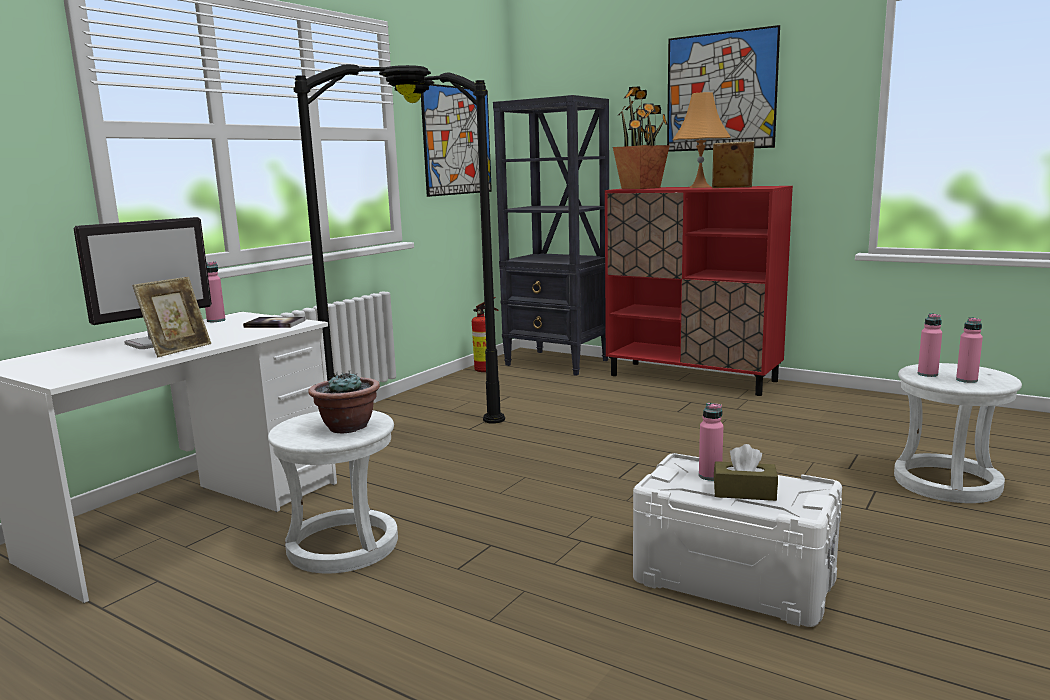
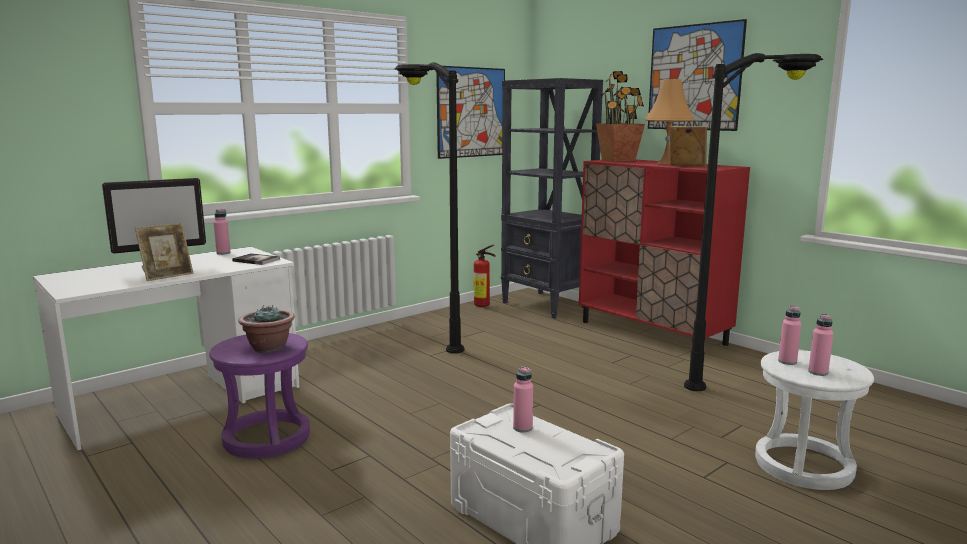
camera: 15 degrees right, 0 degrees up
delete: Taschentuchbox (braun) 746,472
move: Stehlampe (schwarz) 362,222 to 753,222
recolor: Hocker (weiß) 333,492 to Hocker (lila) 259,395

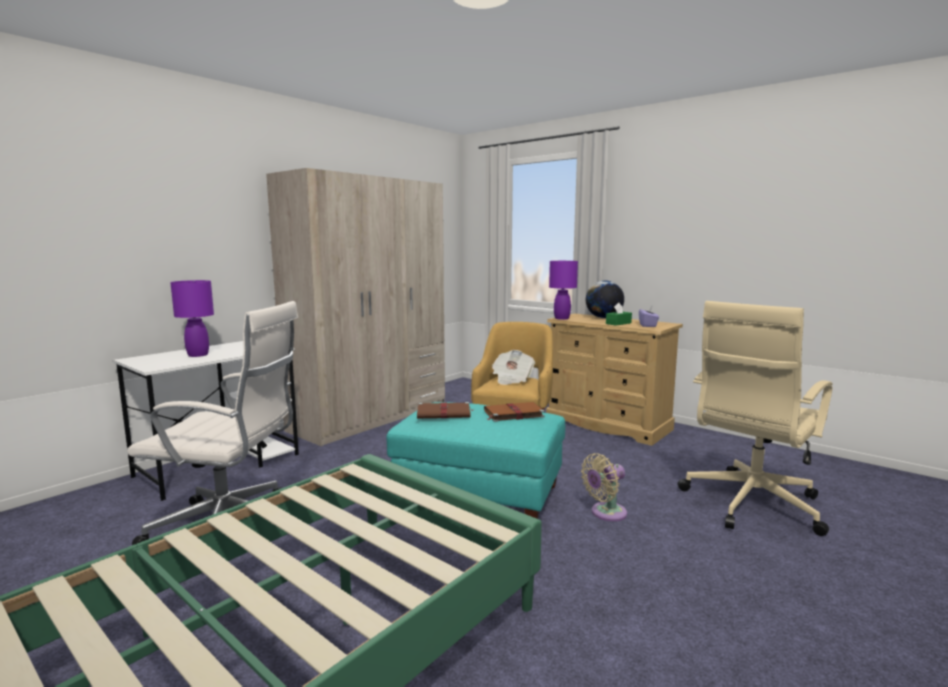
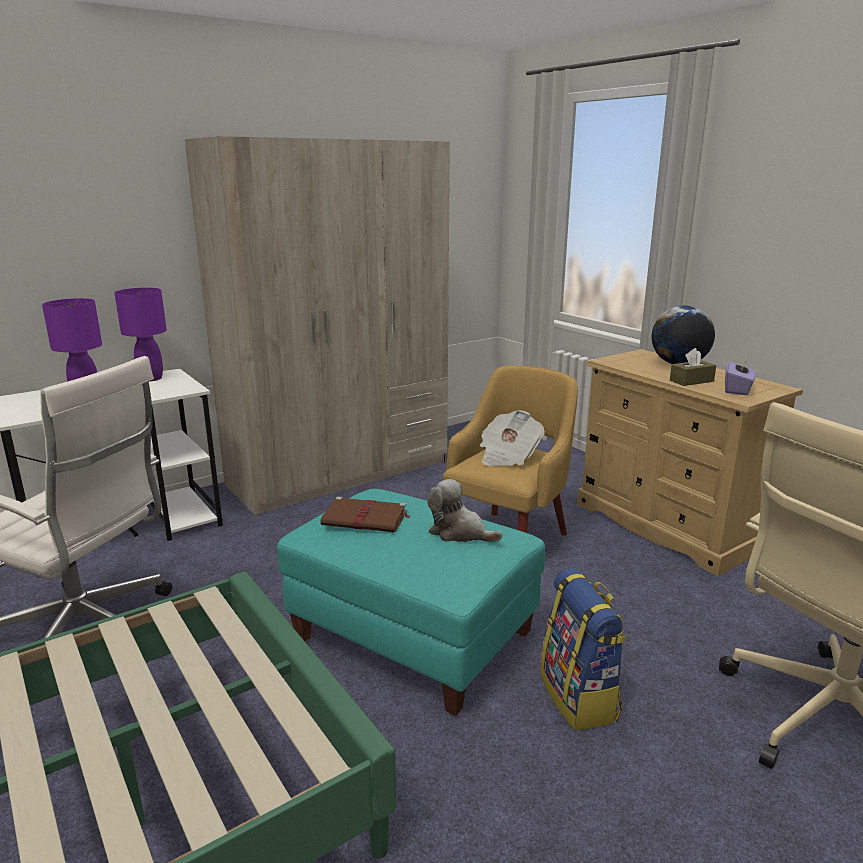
camera: 15 degrees right, 10 degrees up
move: Tischlampe (lila) 563,290 to 140,335
replace: Buch (braun) 514,412 to Plüschtier 464,510; Ventilator (beige) 604,487 to Rucksack 583,649
recolor: Taschentuchbox (grün) 619,314 to Taschentuchbox (braun) 693,367

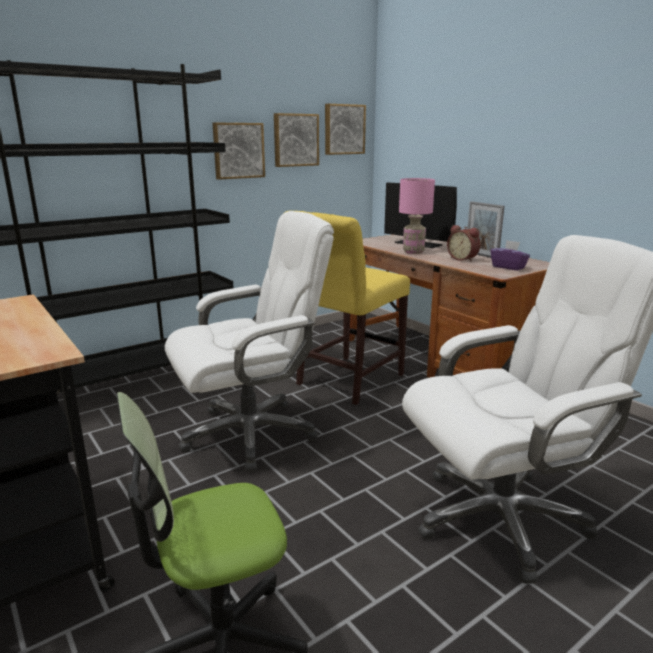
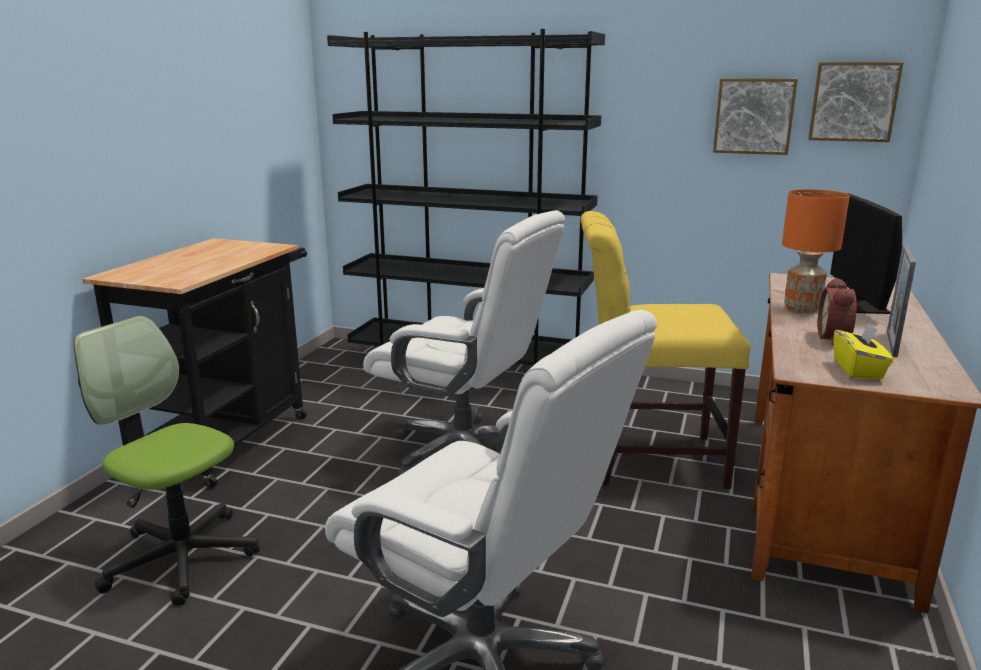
camera: 55 degrees right, 0 degrees up
delete: Bild 238,151
recolor: Tischlampe (rosa) 417,216 to Tischlampe (orange) 816,251; Taschentuchbox (lila) 510,255 to Taschentuchbox (gelb) 864,351

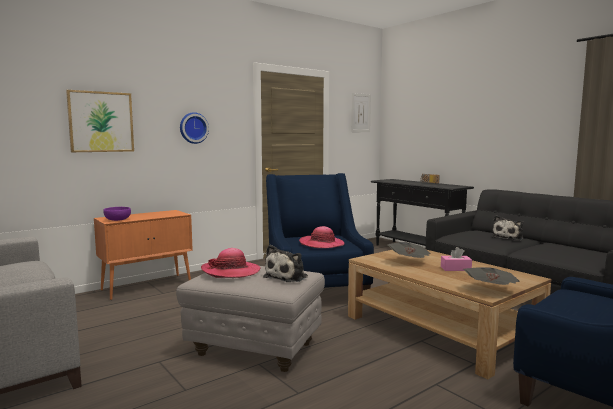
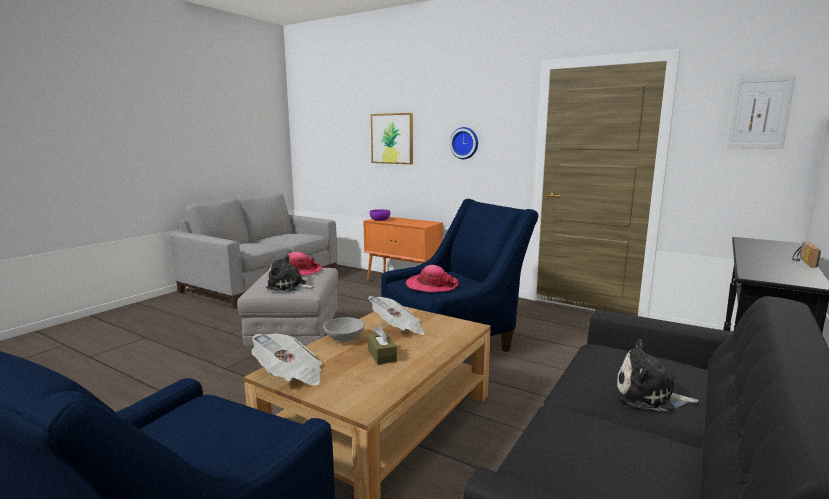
camera: 70 degrees right, 5 degrees up
insert: Schüssel (grau) 344,329
recolor: Taschentuchbox (rosa) 456,259 to Taschentuchbox (braun) 382,345

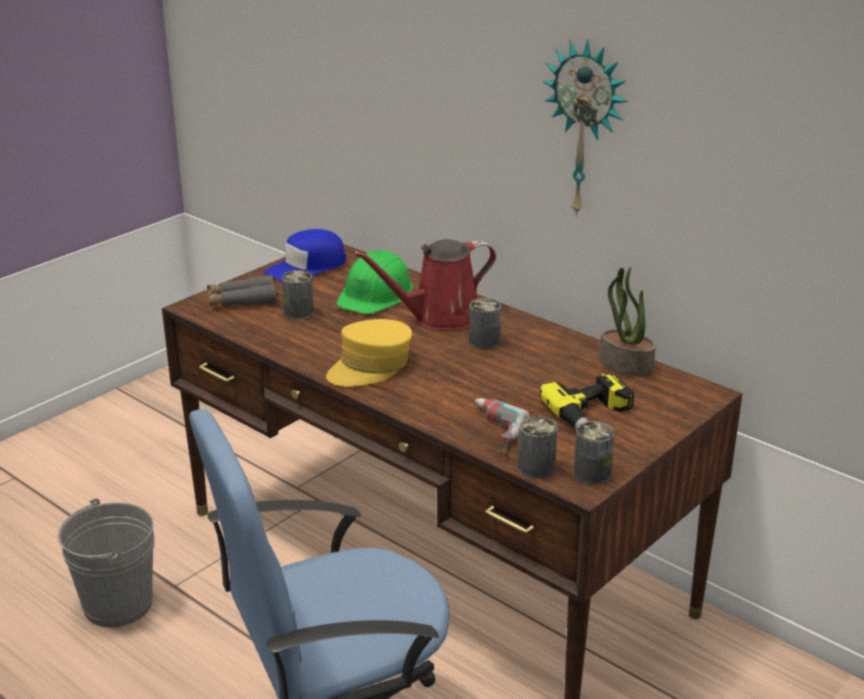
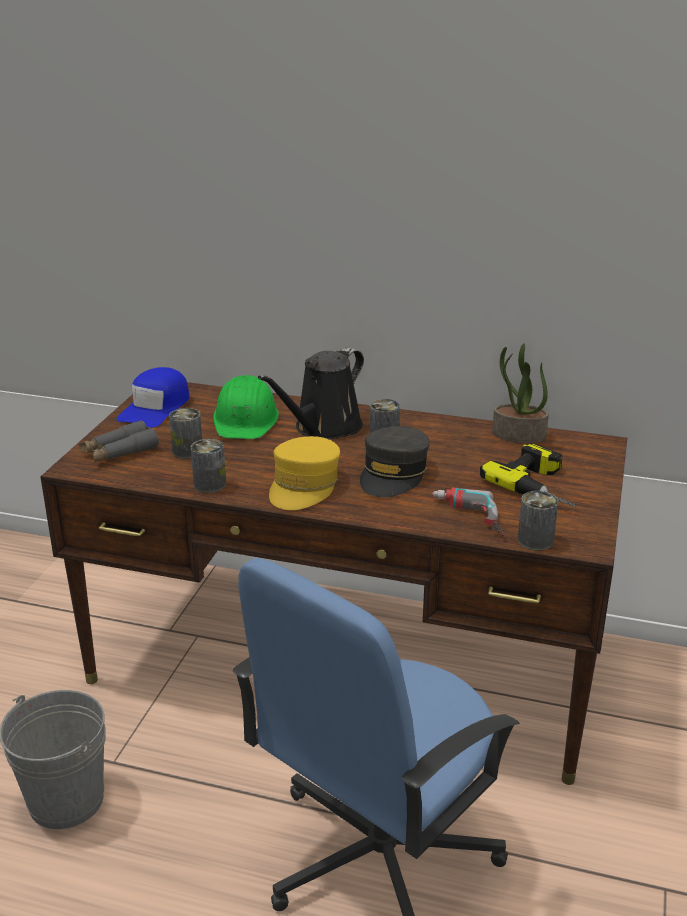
camera: 25 degrees left, 0 degrees up
delete: Wanduhr 585,128
insert: Kappe (grau) 395,461
move: Dose 594,452 to 208,466
recolor: Gießkanne (rot) 424,284 to Gießkanne (schwarz) 311,394

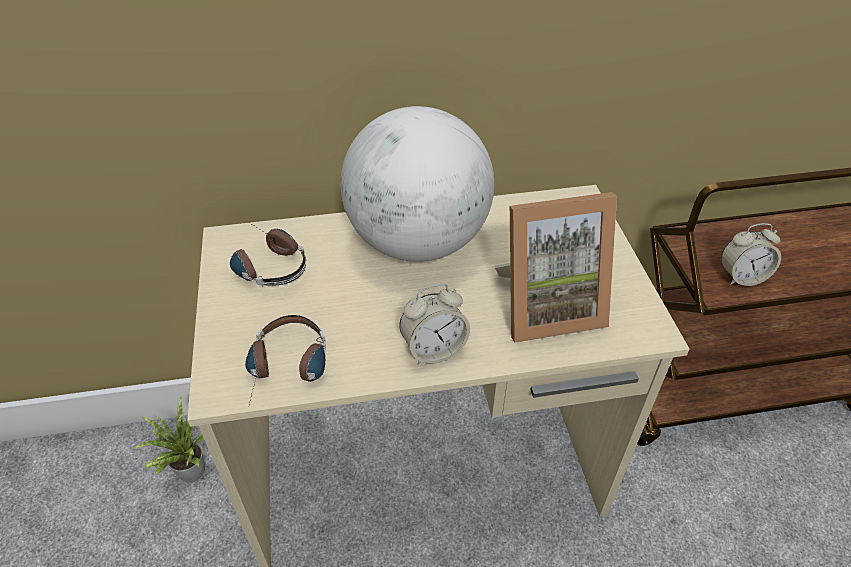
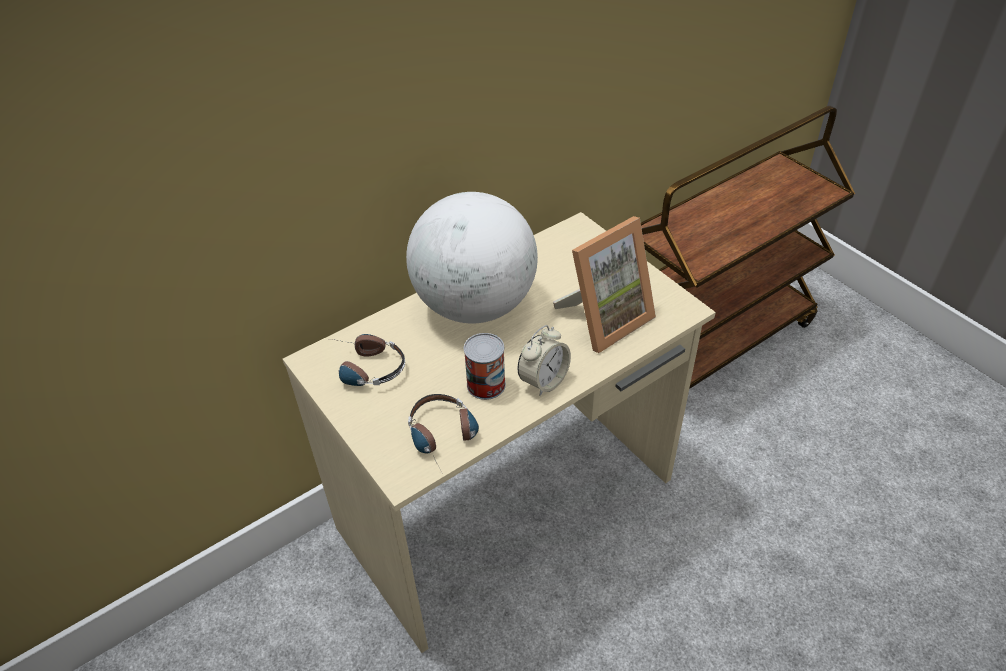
camera: 25 degrees left, 0 degrees up
delete: Topfpflanze 168,439; Wecker 751,254
insert: Dose 485,366

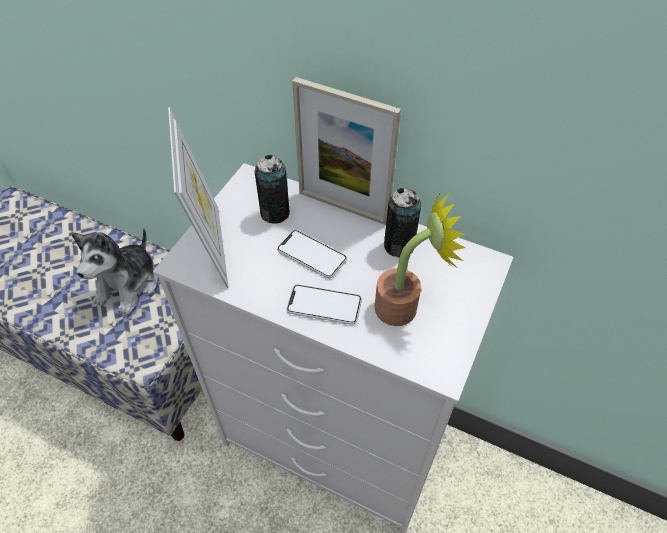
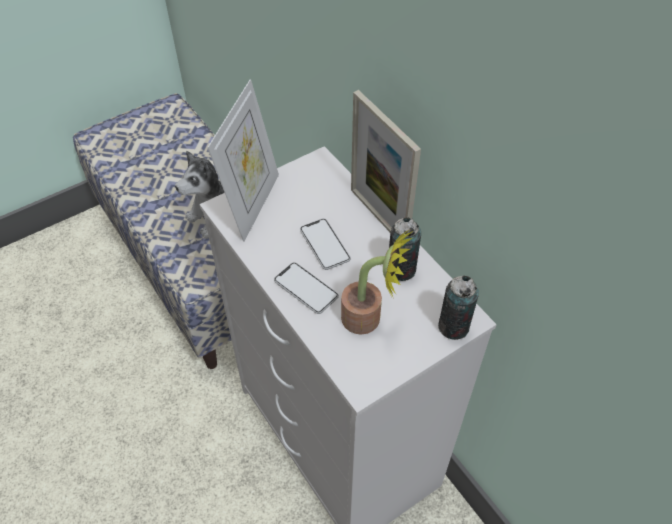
camera: 30 degrees right, 0 degrees up
move: Dose 272,189 to 458,308

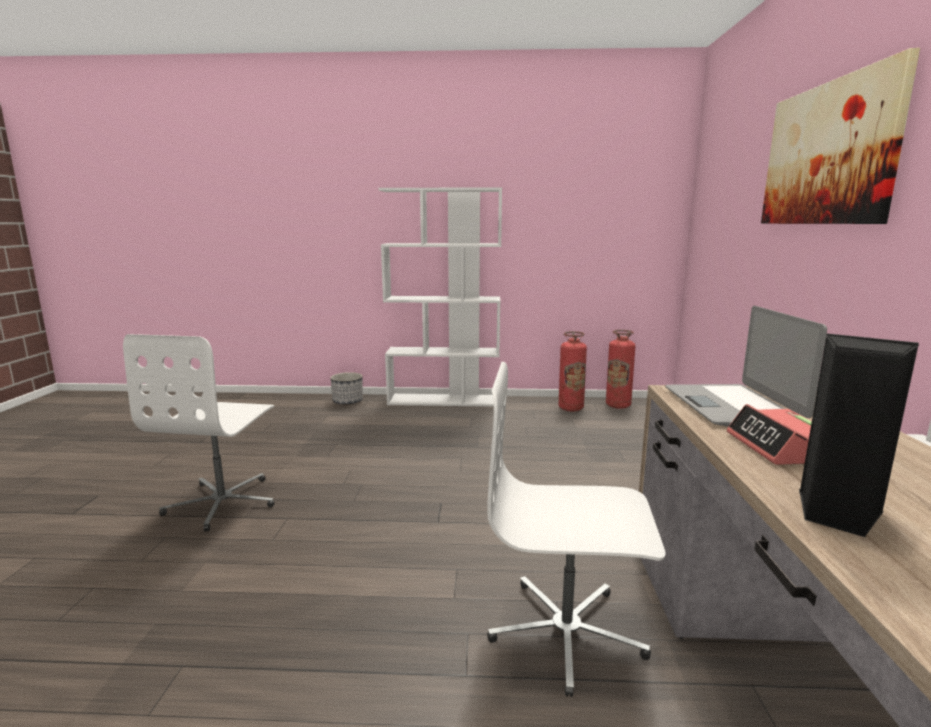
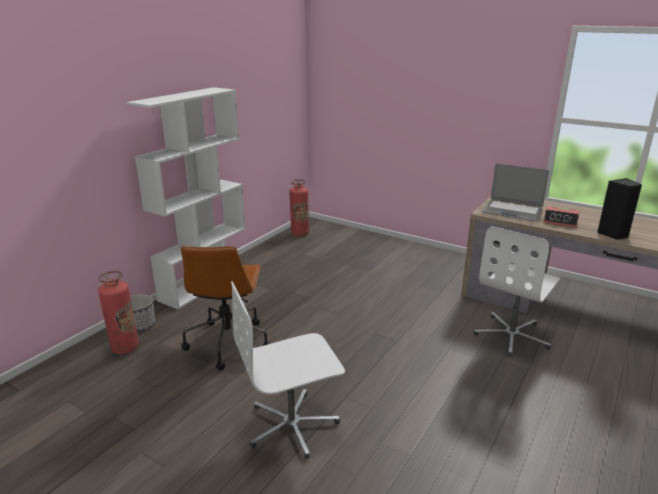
camera: 60 degrees left, 10 degrees up
delete: Bild 840,136
insert: Bürostuhl (braun) 225,308
move: Feuerlöscher 573,371 to 118,312
rotate: Bürostuhl (weiß) 198,433 = 288,370 120 degrees clockwise

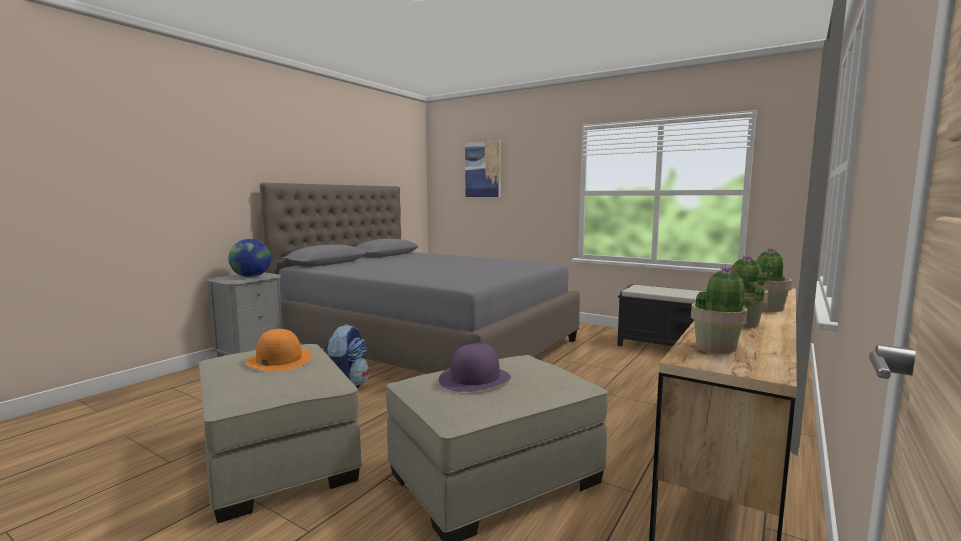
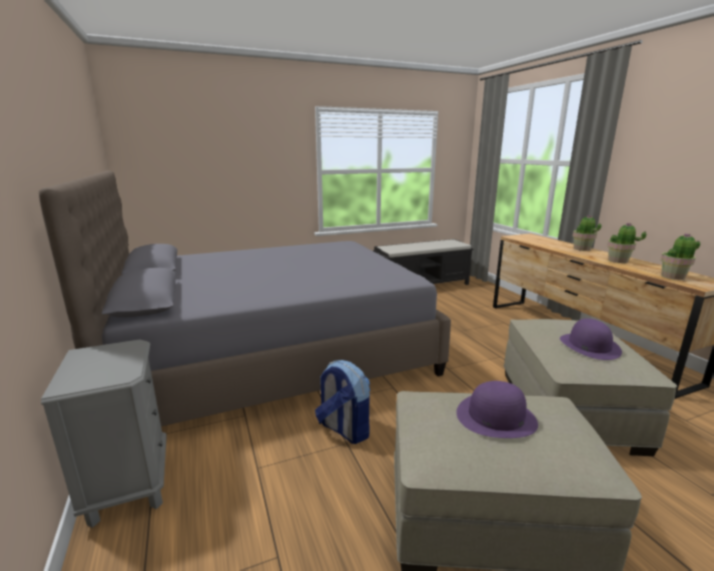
camera: 55 degrees left, 10 degrees up
delete: Globus 250,258; Bild 483,168
recolor: Hut (orange) 278,350 to Hut (lila) 497,409

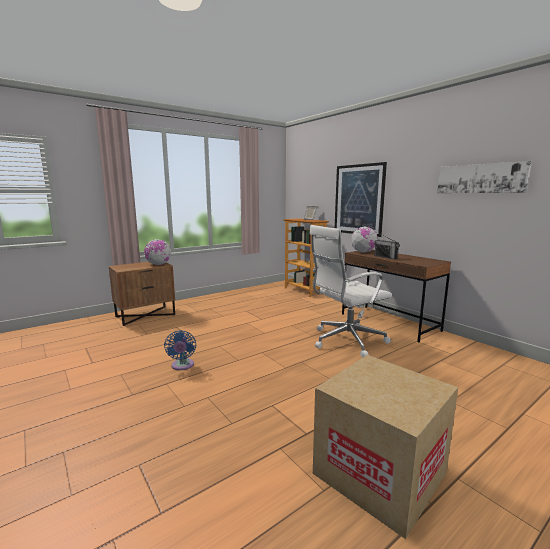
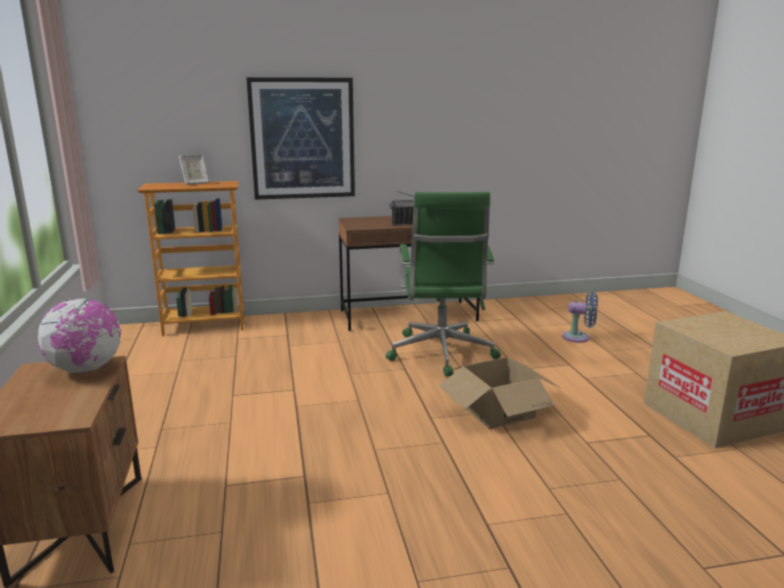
camera: 65 degrees left, 5 degrees up
delete: Globus 364,239; Bild 484,177
insert: Karton 499,393
move: Ventilator (blau) 180,350 to 580,317
recolor: Bürostuhl (weiß) 350,291 to Bürostuhl (grün) 443,284

